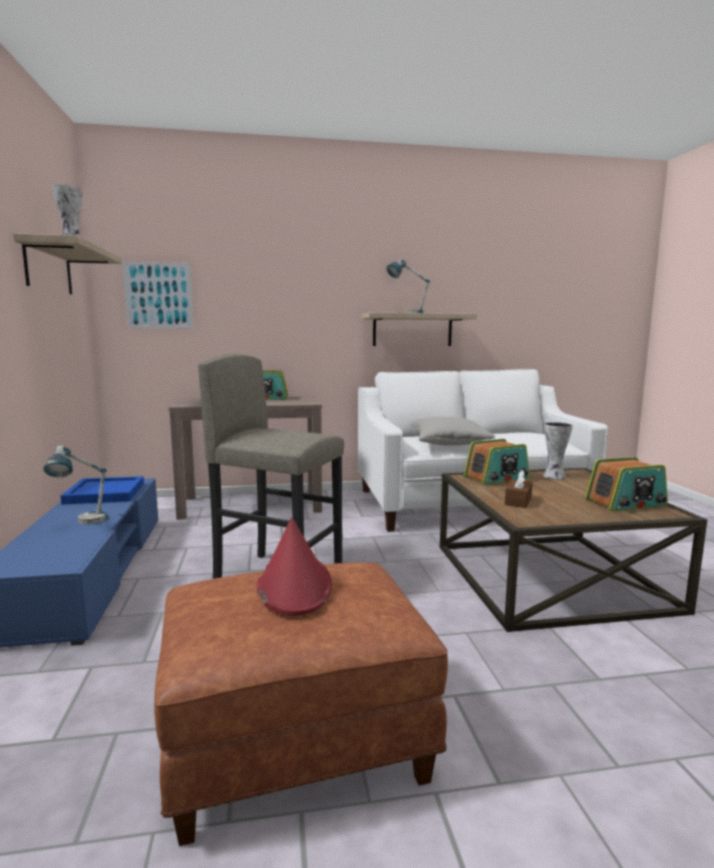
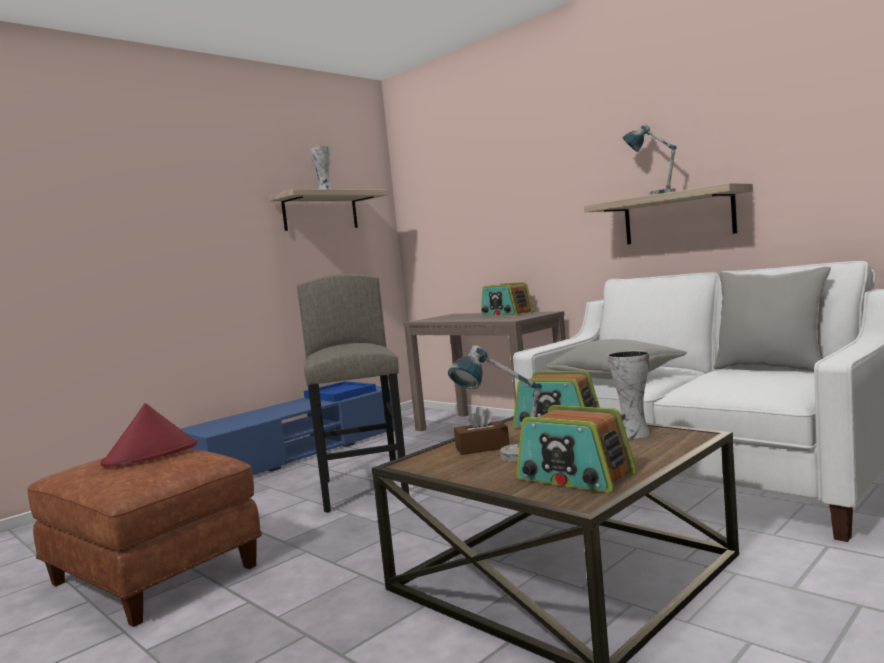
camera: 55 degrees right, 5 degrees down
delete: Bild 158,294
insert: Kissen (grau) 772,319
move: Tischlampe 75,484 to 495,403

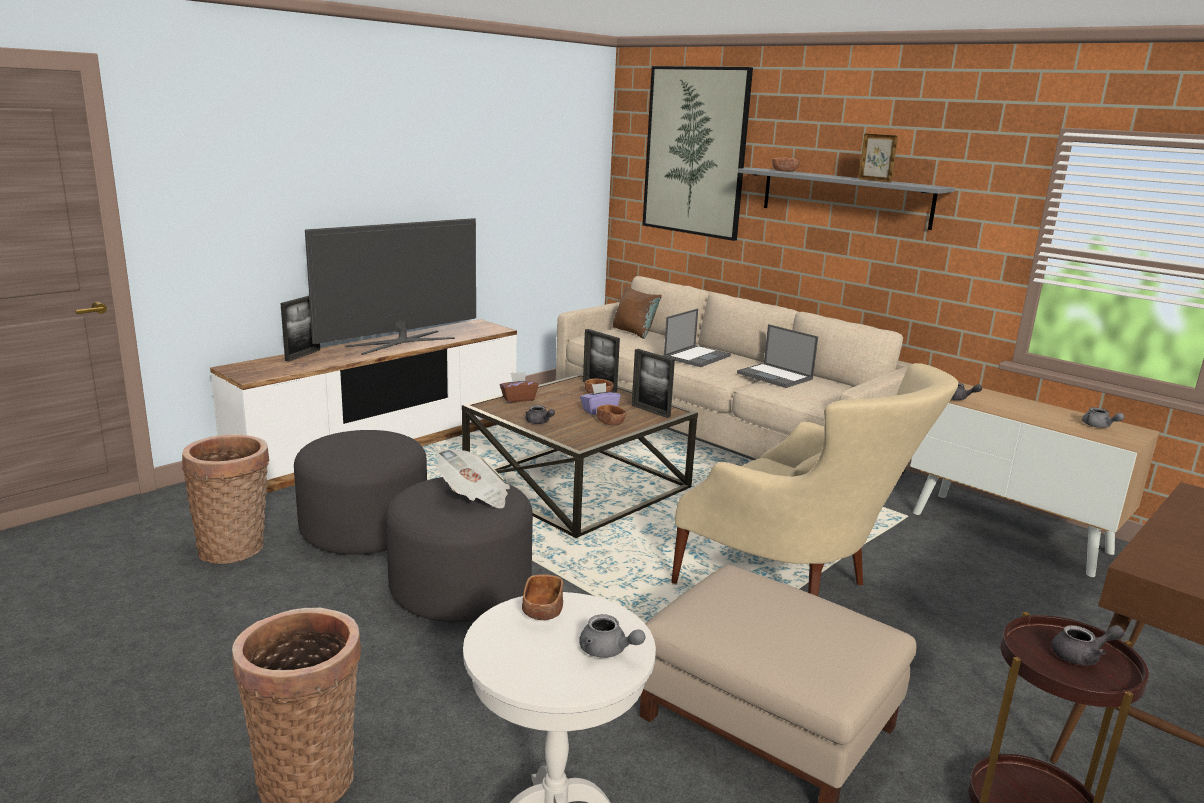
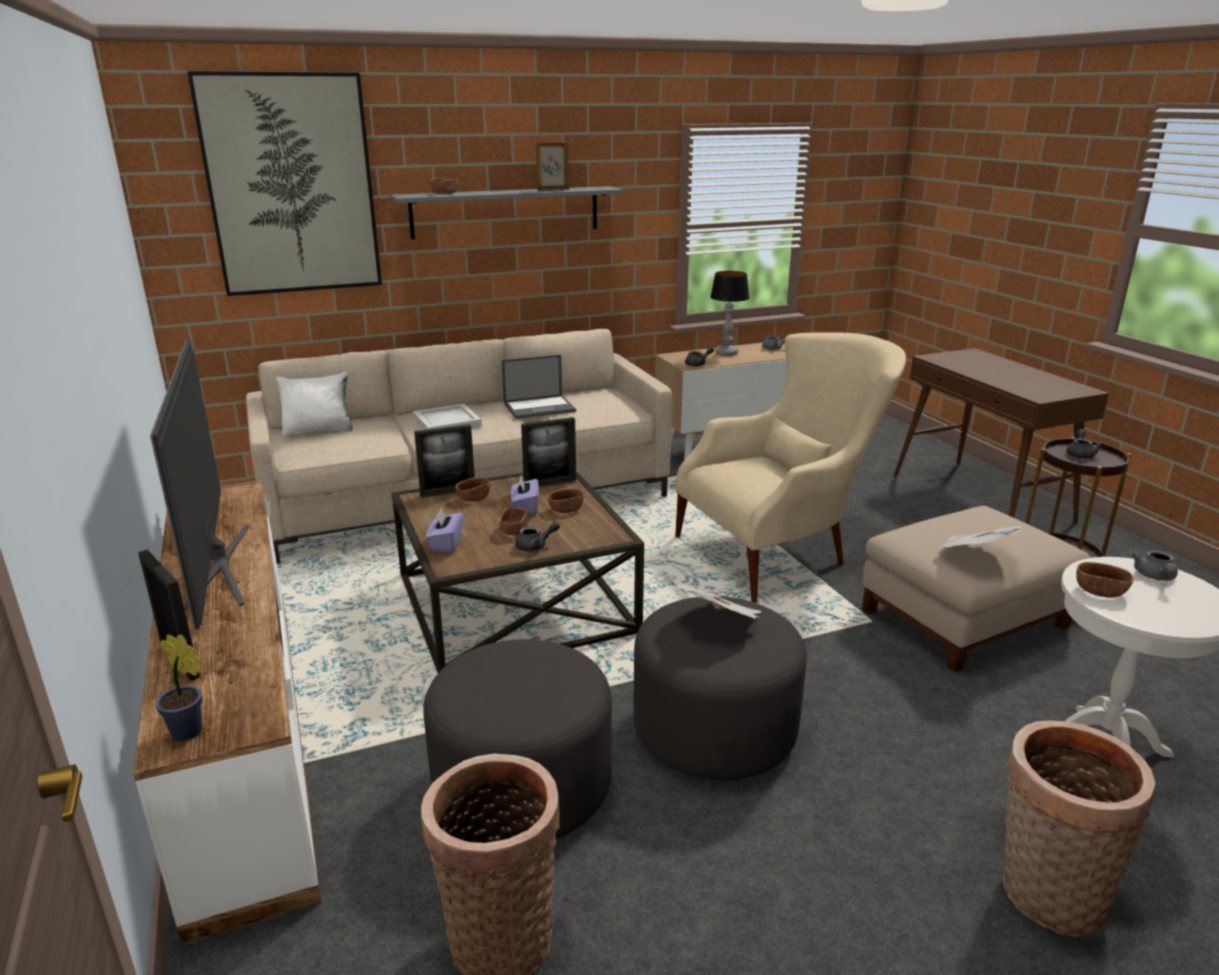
camera: 65 degrees left, 5 degrees up
insert: Topfpflanze 179,687; Schüssel (braun) 513,521; Tischlampe 729,313; Zeitung 980,536
replace: Laptop 697,338 to Tablett (weiß) 447,417
recolor: Taschentuchbox (braun) 519,387 to Taschentuchbox (lila) 444,529; Kissen (braun) 637,312 to Kissen (weiß) 314,404
rotate: Teekanne (grau) 612,636 = 1155,565 135 degrees clockwise

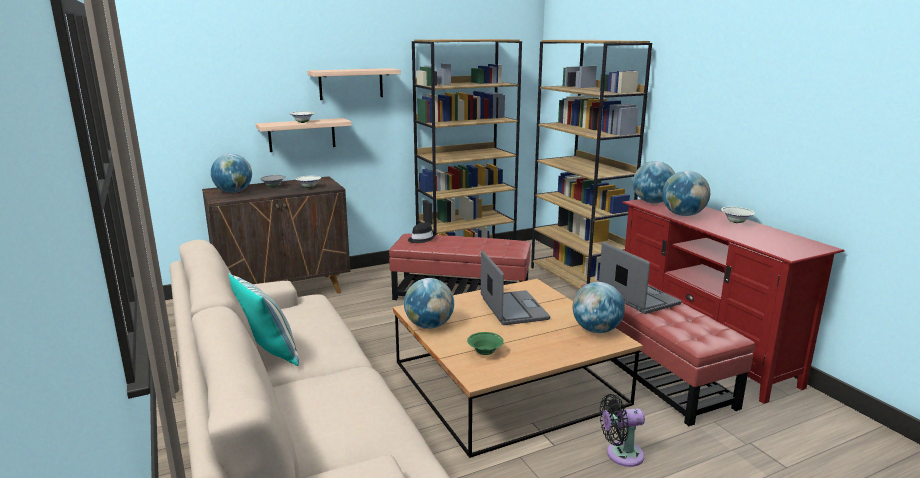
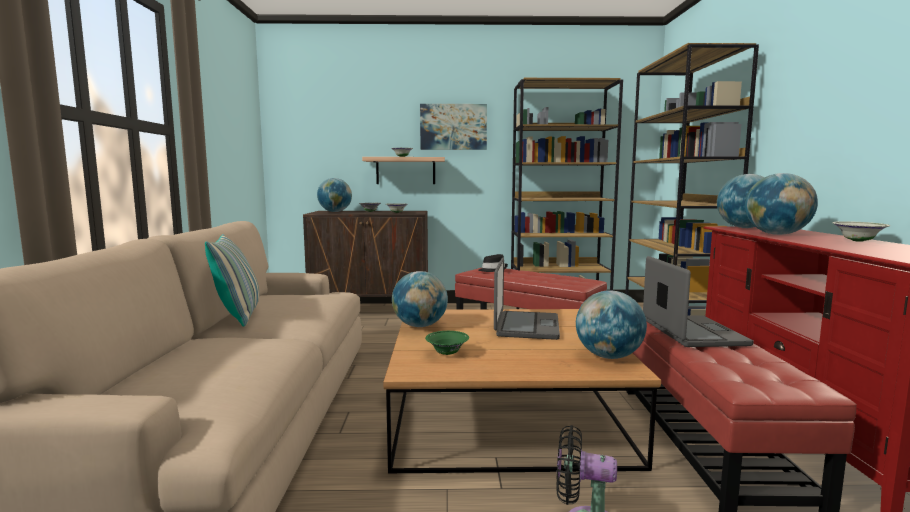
camera: 25 degrees right, 10 degrees down
replace: Wandregal 354,84 to Bild 453,127

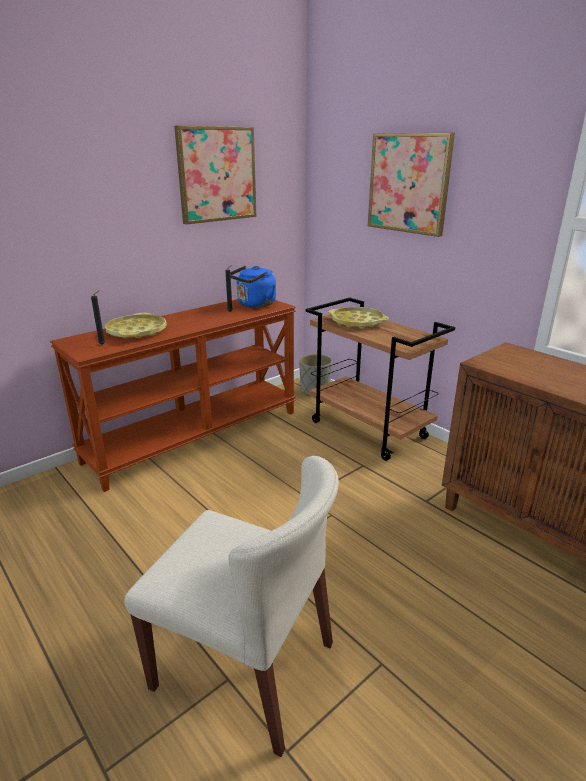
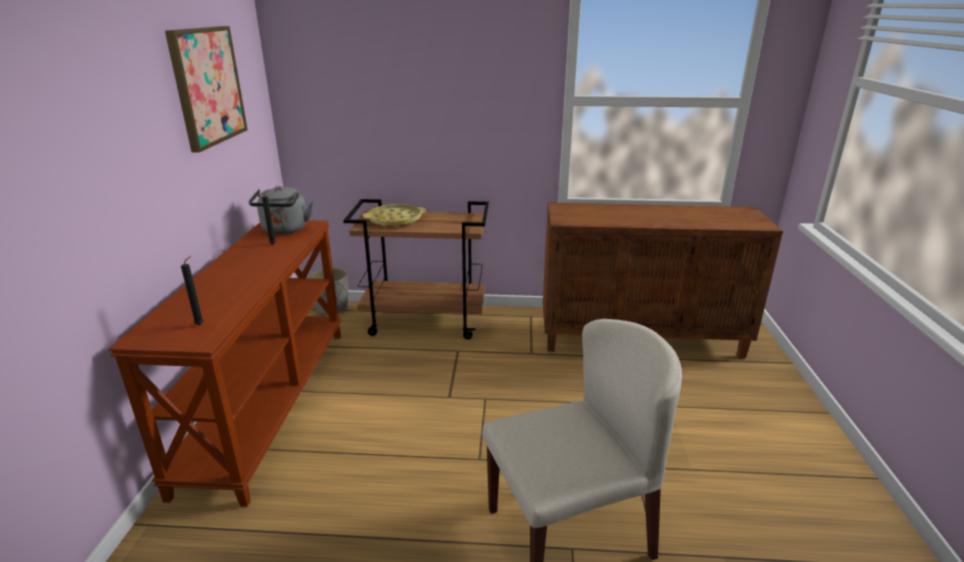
camera: 45 degrees left, 0 degrees up
delete: Tablett (gelb) 136,325; Bild 411,185
recolor: Wasserkessel (blau) 253,287 to Wasserkessel (grau) 281,210

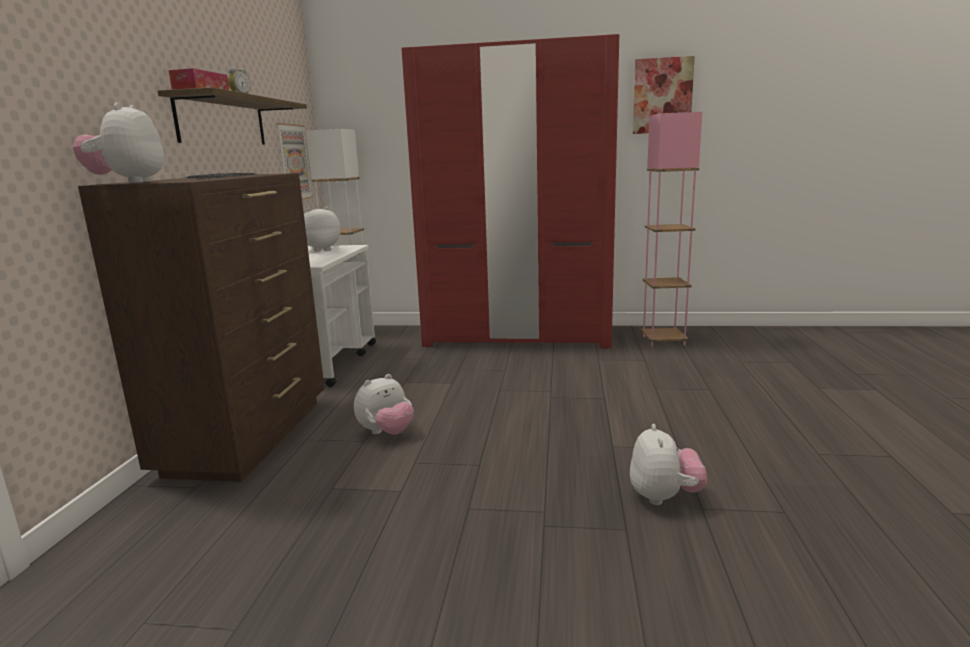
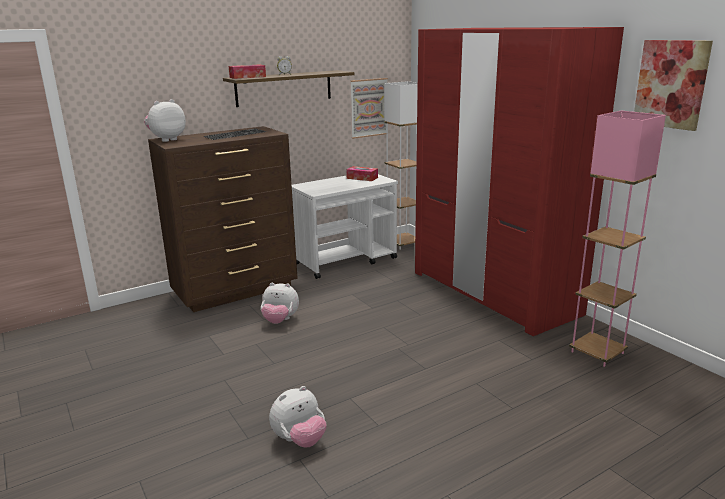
camera: 50 degrees right, 5 degrees up
replace: Plüschtier 322,229 to Taschentuchbox 362,173

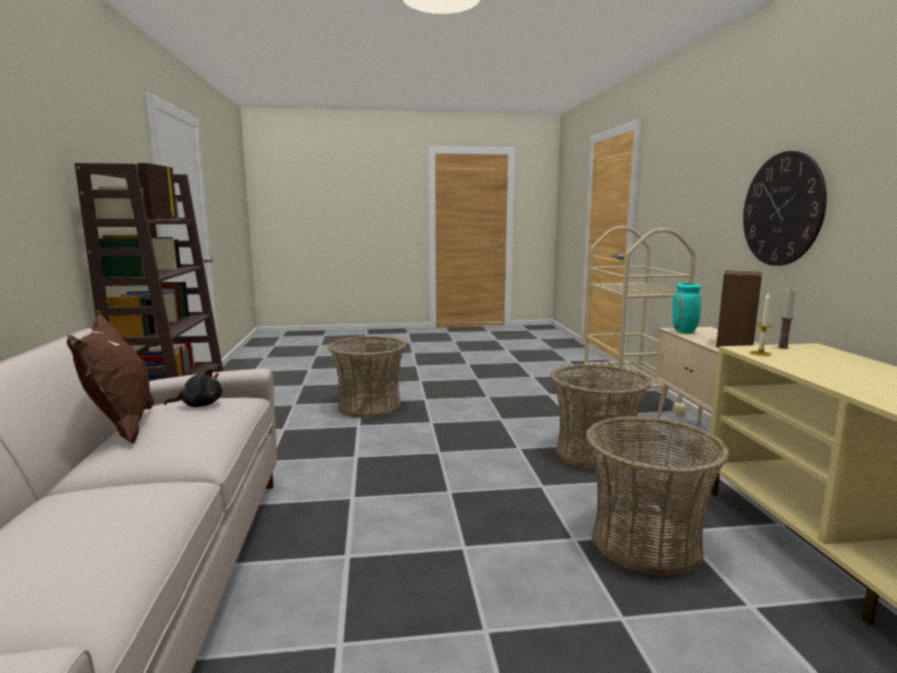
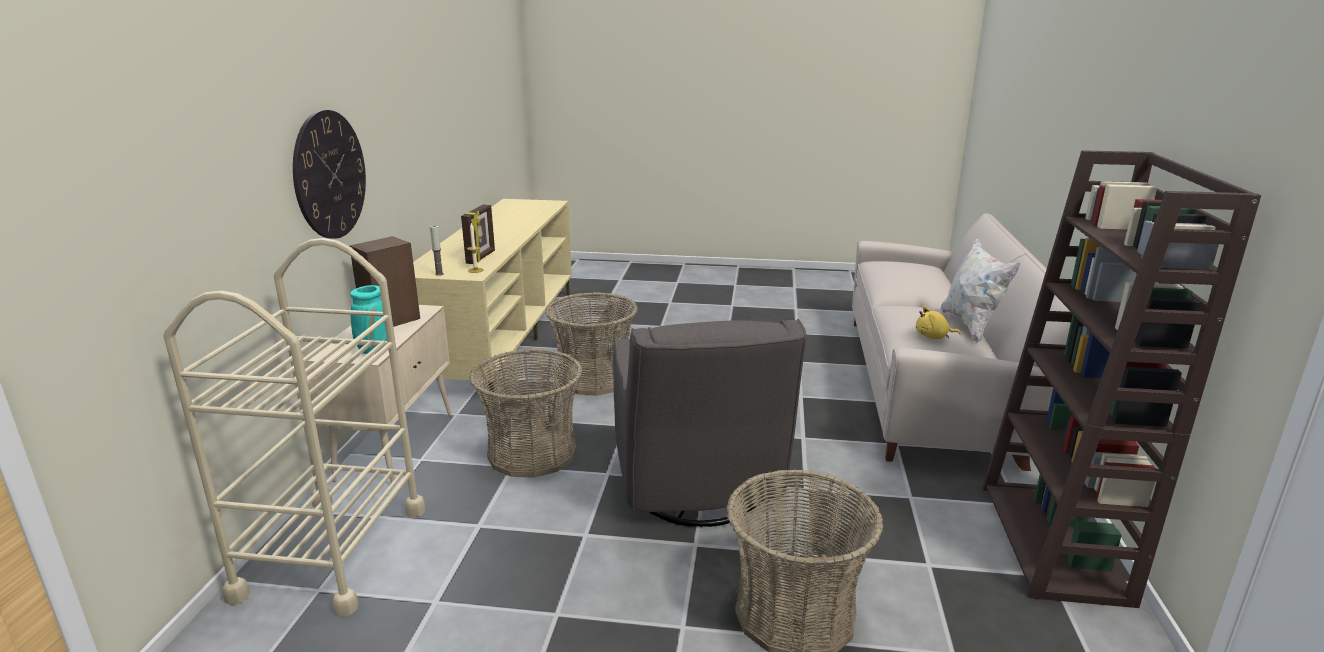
camera: 165 degrees left, 10 degrees up
insert: Sessel (grau) 710,423
move: Bilderrahmen 157,191 to 478,234
recolor: Kissen (braun) 111,378 to Kissen (weiß) 981,290; Plüschtier (schwarz) 193,388 to Plüschtier (gelb) 938,322

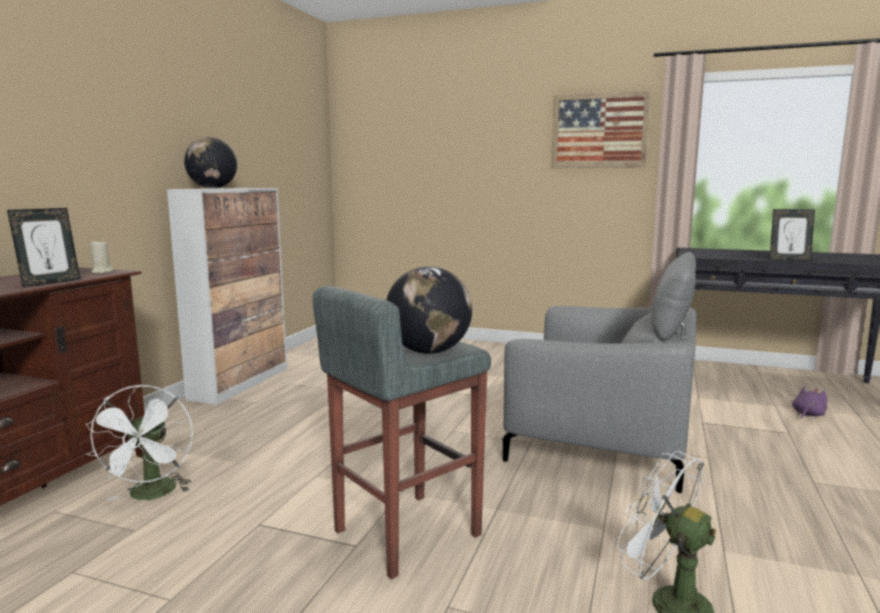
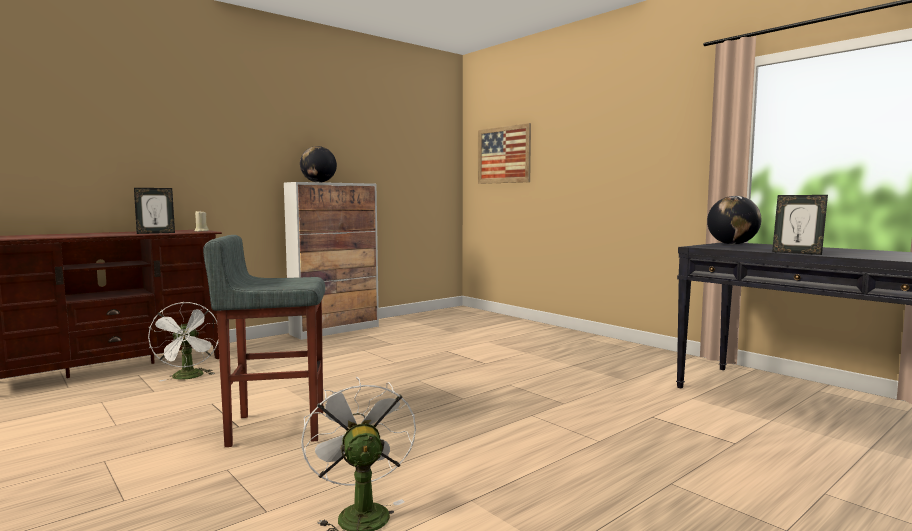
camera: 30 degrees right, 5 degrees down
delete: Sessel (grau) 599,372; Plüschtier (lila) 809,403
move: Globus 429,310 to 734,220; Bild 601,129 to 504,153
rotate: Ventilator (weiß) 139,442 = 183,341 45 degrees counterclockwise

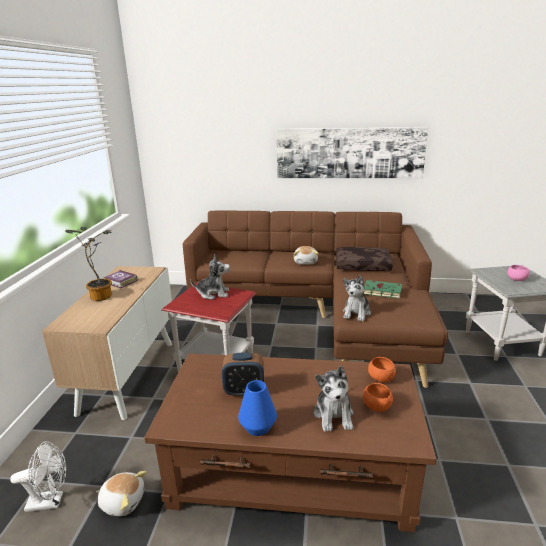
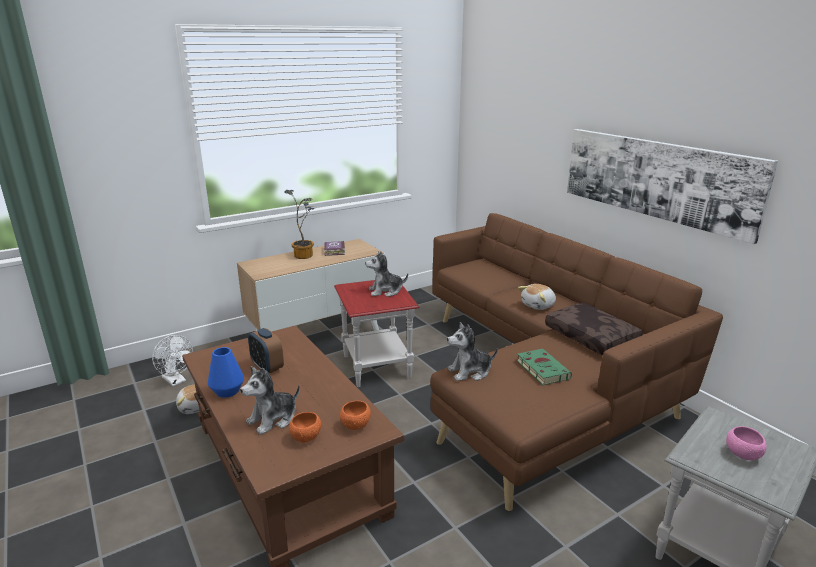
camera: 50 degrees right, 0 degrees up
rotate: Plüschtier 210,277 = 386,274 120 degrees clockwise

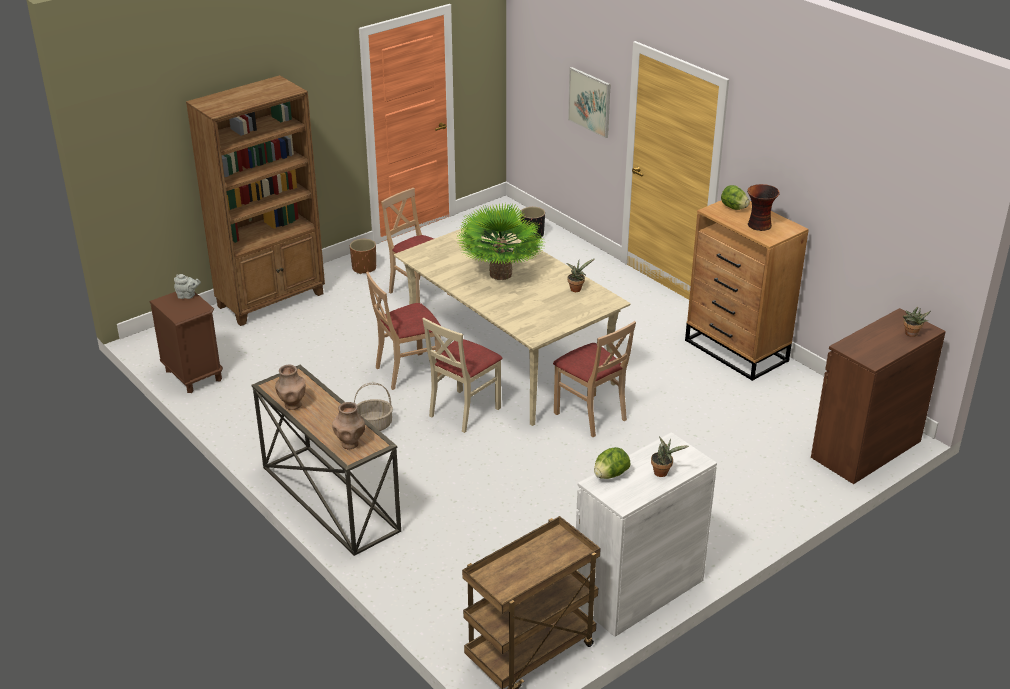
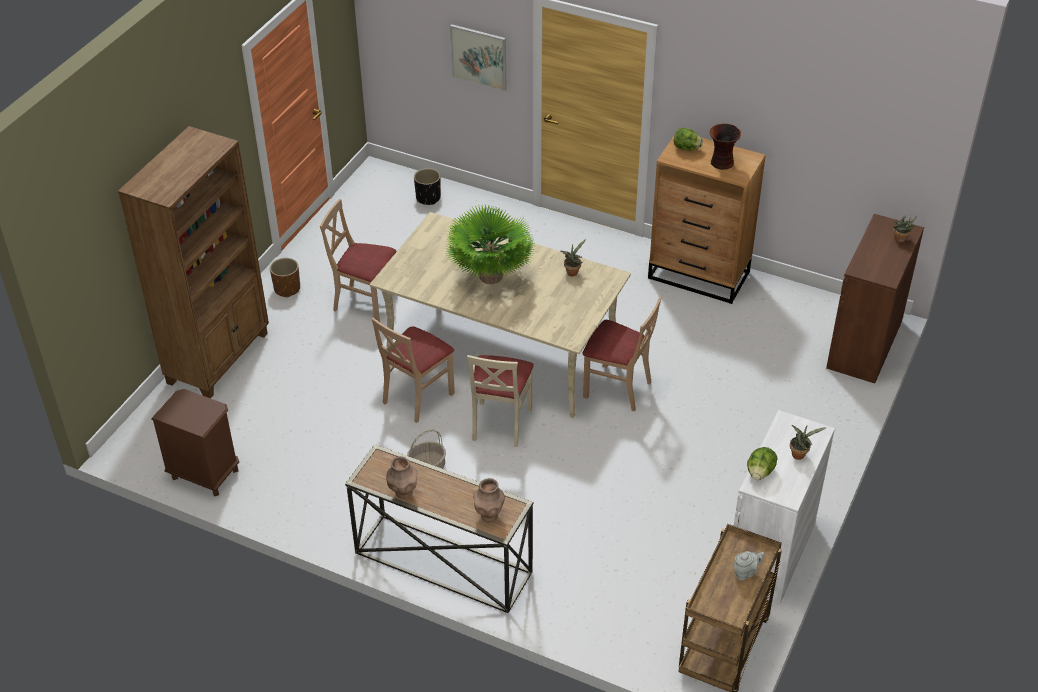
camera: 25 degrees left, 10 degrees up
move: Teekanne (grau) 187,286 to 749,566

